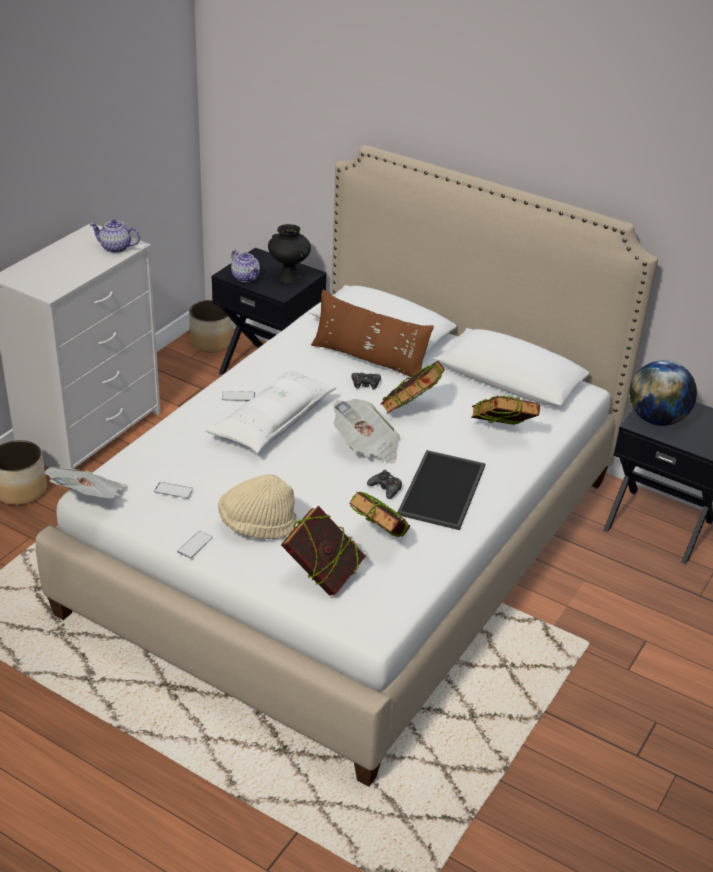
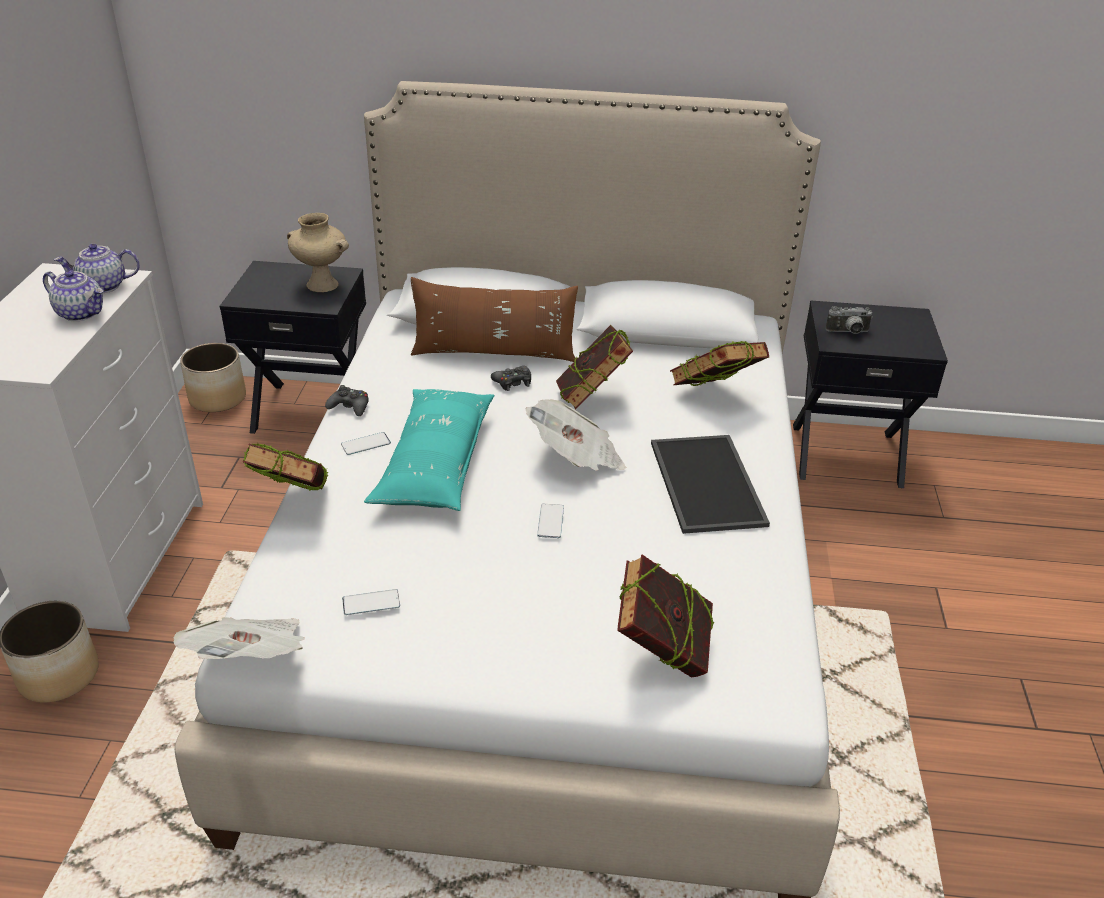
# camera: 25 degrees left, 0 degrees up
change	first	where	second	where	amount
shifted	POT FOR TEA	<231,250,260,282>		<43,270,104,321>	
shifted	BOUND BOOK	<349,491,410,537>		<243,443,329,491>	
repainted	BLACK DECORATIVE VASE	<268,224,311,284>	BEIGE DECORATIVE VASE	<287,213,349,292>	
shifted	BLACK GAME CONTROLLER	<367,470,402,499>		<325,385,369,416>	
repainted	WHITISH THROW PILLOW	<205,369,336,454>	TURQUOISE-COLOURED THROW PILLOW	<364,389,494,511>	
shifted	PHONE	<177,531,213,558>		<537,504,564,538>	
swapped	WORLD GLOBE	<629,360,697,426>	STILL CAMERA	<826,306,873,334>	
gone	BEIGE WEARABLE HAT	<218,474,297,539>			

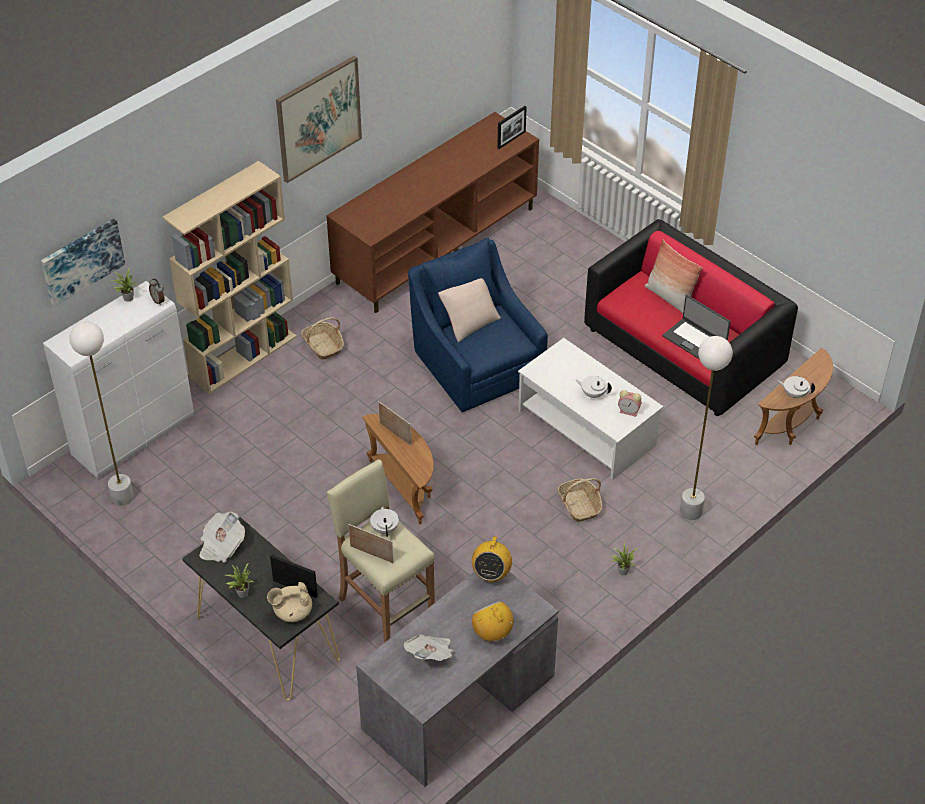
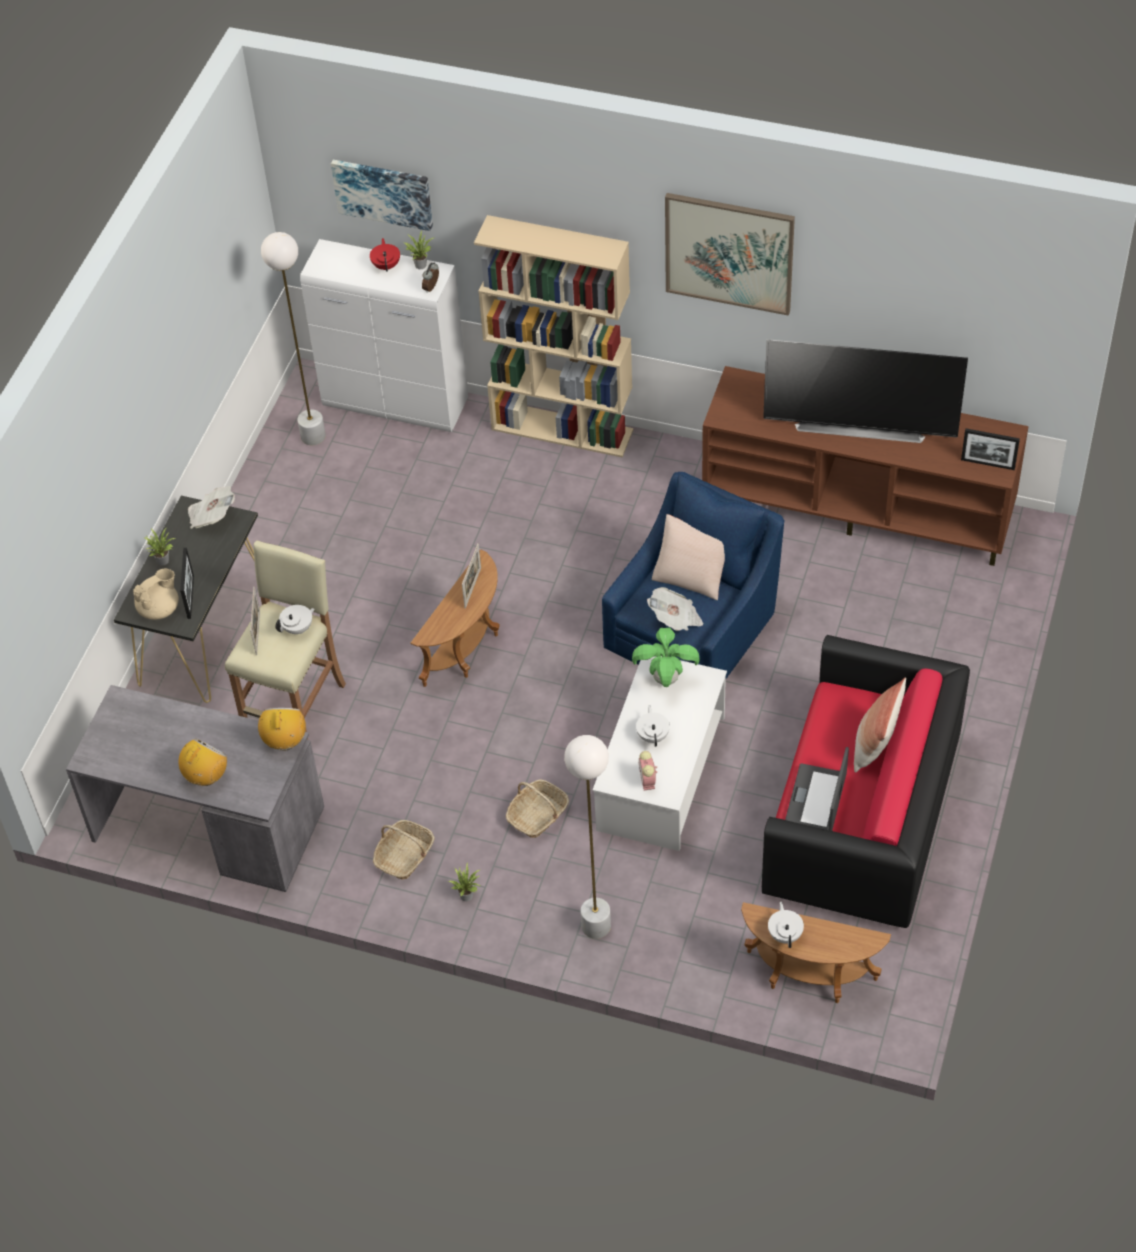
# camera: 65 degrees right, 5 degrees up
change	first	where	second	where	amount
rotated	BEIGE POT FOR TEA	<267,582,312,622>		<133,569,179,620>	90 degrees clockwise
rotated	RADIO RECEIVER	<472,536,512,582>		<258,708,306,751>	105 degrees clockwise
new			RED-COLOURED POT FOR TEA	<370,238,400,272>	
shifted	BASKET	<301,317,344,360>		<373,820,434,880>	
new			POTTED PLANT	<632,627,699,687>	
shifted	PRINTED PAPER	<404,634,453,661>		<647,587,704,631>	
new			TELEVISION	<763,339,968,443>	

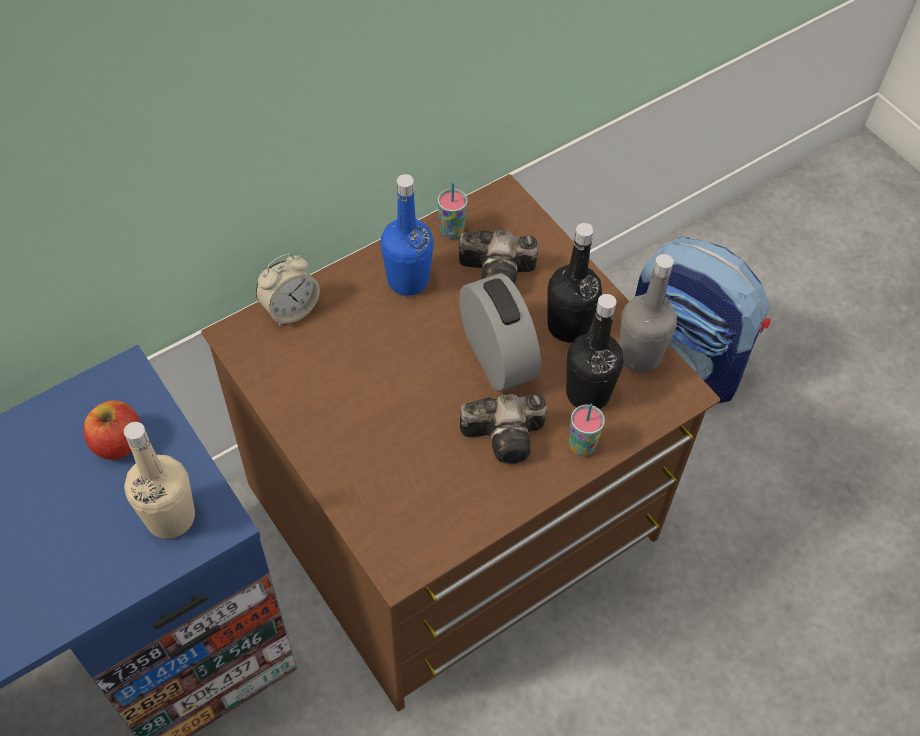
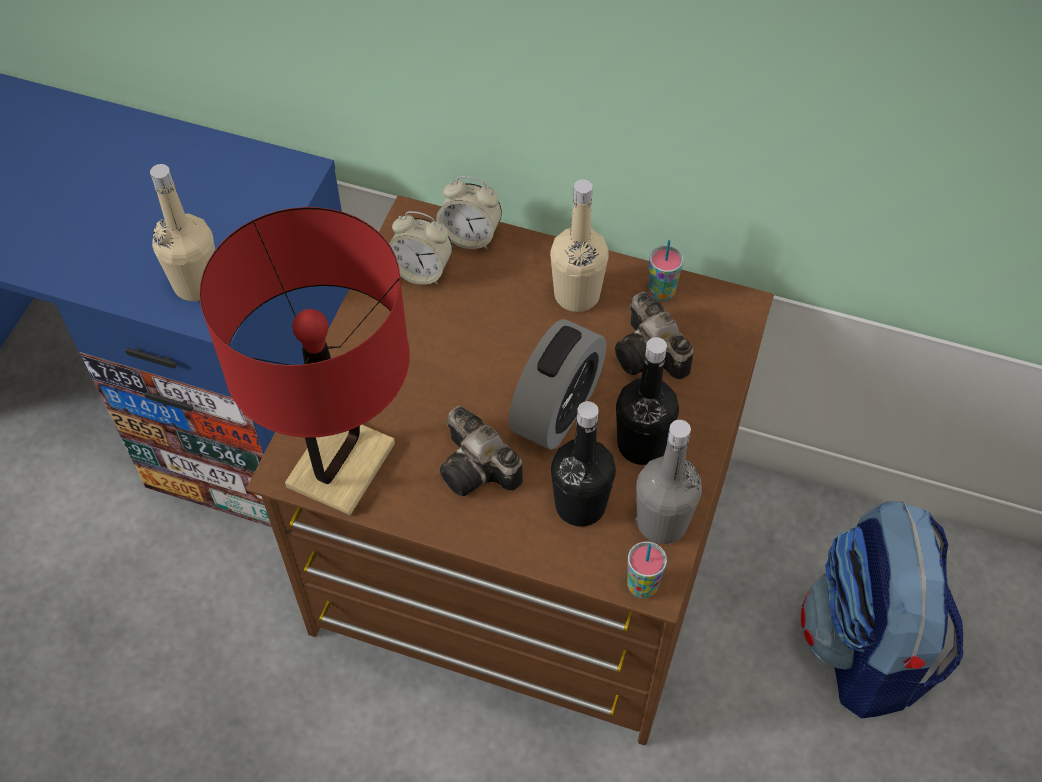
# camera: 55 degrees right, 0 degrees up
change	first	where	second	where	amount
new			RED-COLOURED LAMP FOR A TABLE	<199,207,410,516>	
new			BEDSIDE CLOCK	<389,211,452,285>	
repainted	BLUISH BEVERAGE BOTTLE	<381,174,434,296>	BEIGE BEVERAGE BOTTLE	<550,179,609,312>	
shifted	SMALL CUP	<569,403,605,456>		<627,542,667,598>	
gone	WHOLE APPLE	<84,400,141,460>			

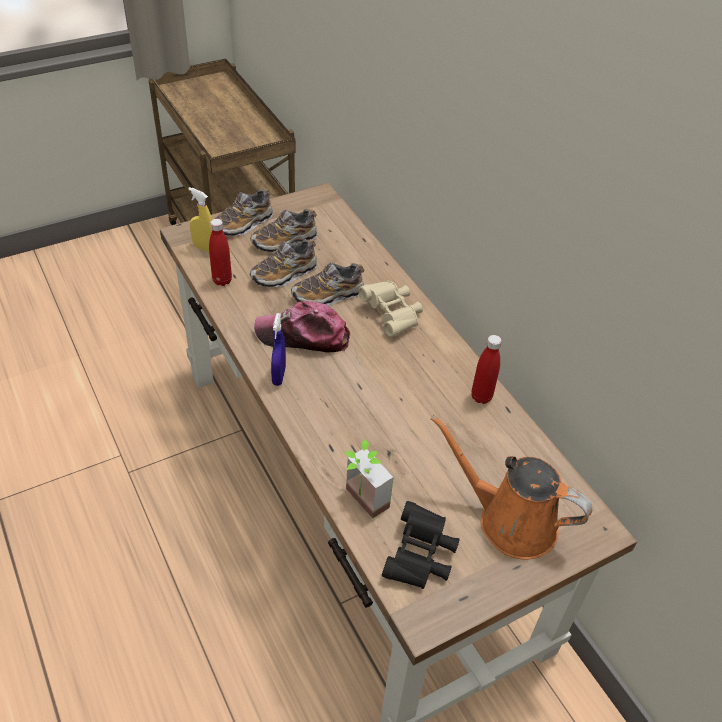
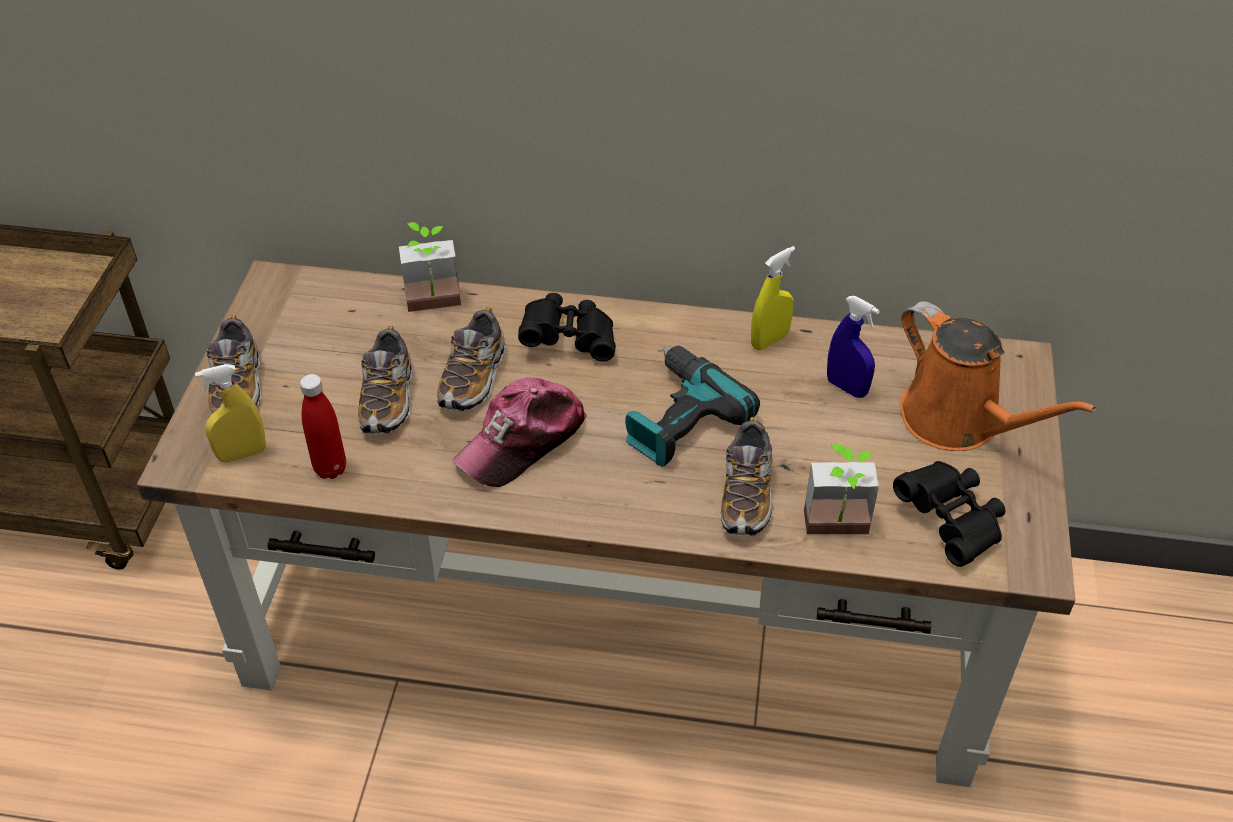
# camera: 50 degrees left, 0 degrees up
change	first	where	second	where	amount
new			POTTED PLANT	<399,222,461,312>	
repainted	BEIGE BINOCULARS	<358,280,423,337>	BLACK BINOCULARS	<518,293,616,362>	
new			ELECTRIC DRILL	<625,346,760,467>	
shifted	ITEM OF FOOTWEAR	<250,209,317,252>		<721,417,772,536>	
swapped	RED-COLOURED BEVERAGE BOTTLE	<471,335,502,404>	YELLOW SPRAYER	<751,246,795,350>	
shifted	BLUISH SPRAYER	<271,313,286,386>		<827,296,880,398>	
rotated	ORANGE WATERING CAN	<431,415,592,560>		<900,301,1096,451>	105 degrees counterclockwise

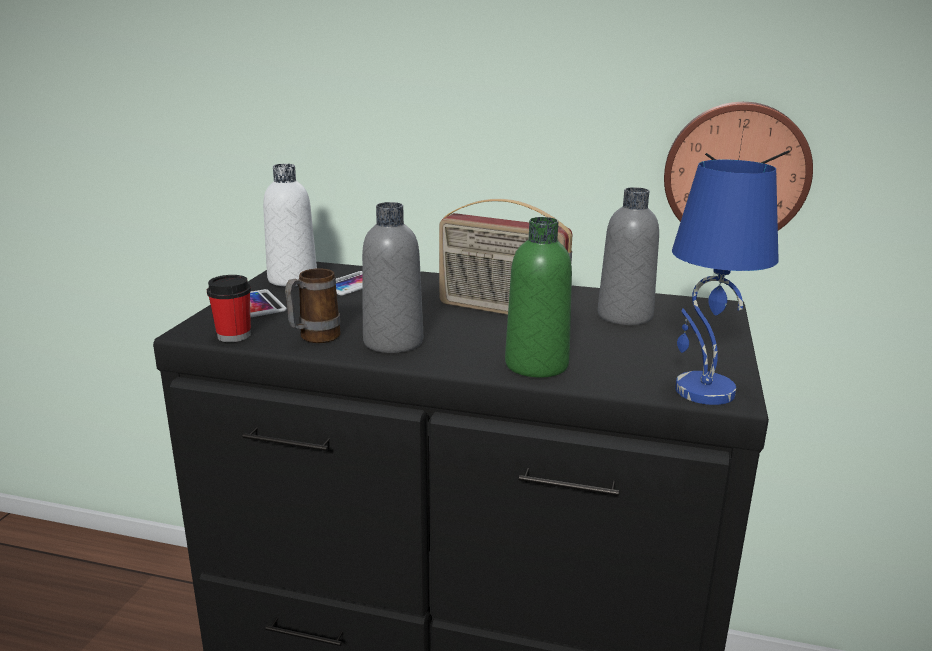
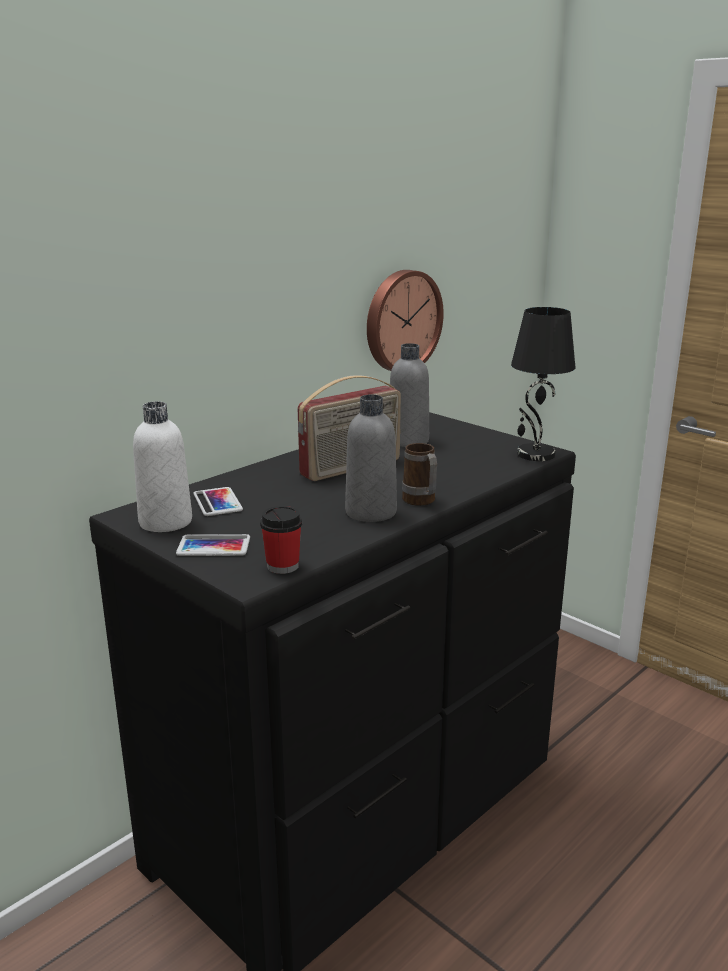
# camera: 60 degrees left, 0 degrees up
change	first	where	second	where	amount
shifted	COFFEE MUG	<285,268,341,343>		<402,443,437,506>	
repainted	BLUISH LAMP FOR A TABLE	<672,160,779,405>	BLACK LAMP FOR A TABLE	<511,307,575,461>	
gone	GREEN BEVERAGE BOTTLE	<505,217,572,378>			

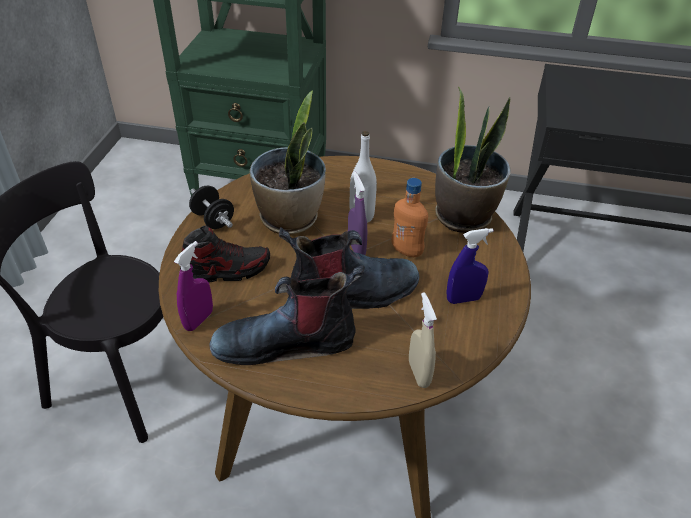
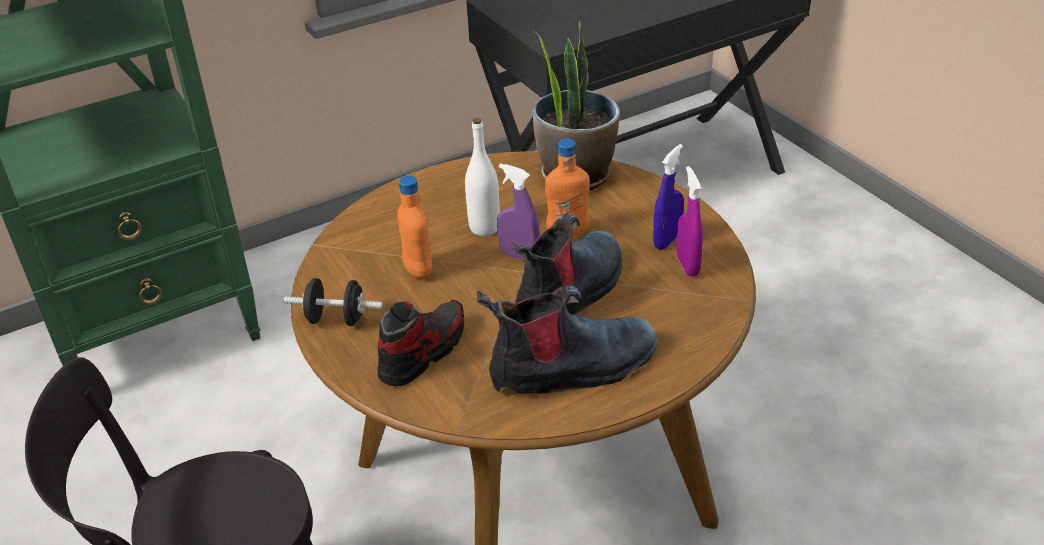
# camera: 40 degrees left, 5 degrees down
change	first	where	second	where	amount
swapped	POTTED PLANT	<250,90,326,235>	ORANGE BEVERAGE BOTTLE	<397,176,432,280>	
rotated	BOOT	<209,266,365,365>		<477,285,657,394>	150 degrees counterclockwise
shifted	PURPLE SPRAYER	<174,241,213,331>		<676,166,703,277>	
gone	BEIGE SPRAYER	<409,292,437,388>			

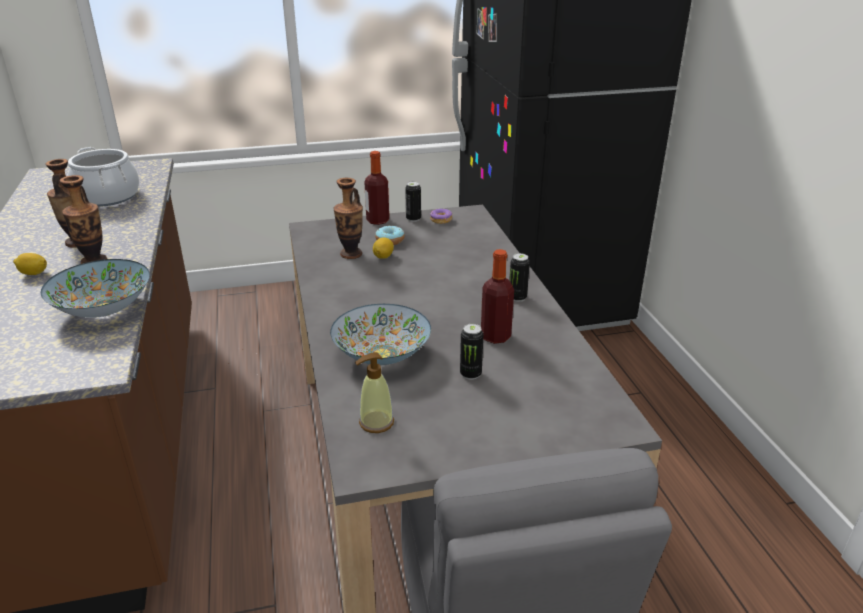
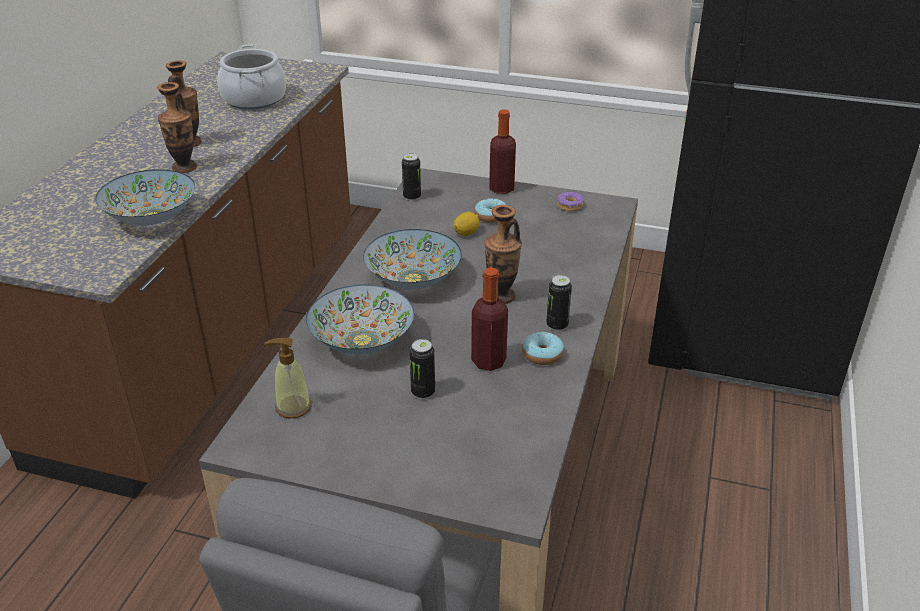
# camera: 30 degrees right, 5 degrees up
change	first	where	second	where	amount
new			DEEP DISH	<363,229,461,290>	
shifted	METAL CAN	<405,181,421,222>		<402,153,421,201>	
shifted	DECORATIVE VASE	<334,178,363,259>		<484,205,522,304>	
new			RING DOUGHNUT	<522,332,564,365>	
gone	WHOLE LEMON	<13,253,47,275>			

